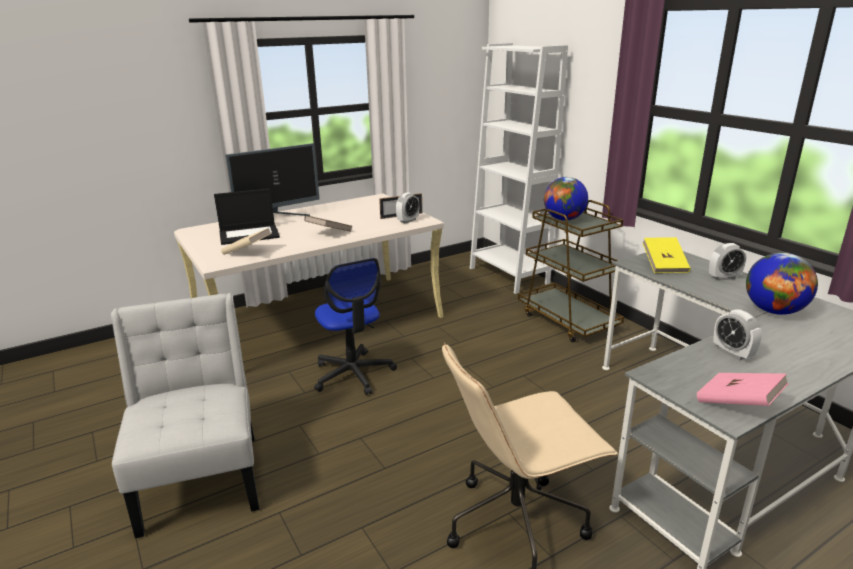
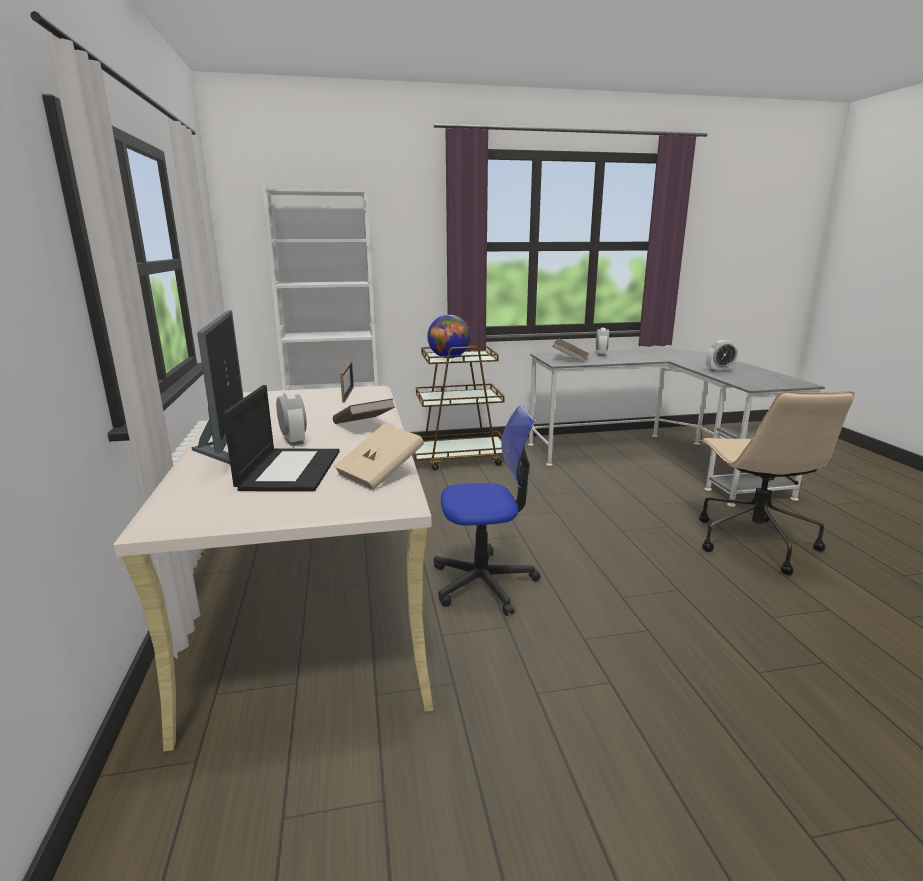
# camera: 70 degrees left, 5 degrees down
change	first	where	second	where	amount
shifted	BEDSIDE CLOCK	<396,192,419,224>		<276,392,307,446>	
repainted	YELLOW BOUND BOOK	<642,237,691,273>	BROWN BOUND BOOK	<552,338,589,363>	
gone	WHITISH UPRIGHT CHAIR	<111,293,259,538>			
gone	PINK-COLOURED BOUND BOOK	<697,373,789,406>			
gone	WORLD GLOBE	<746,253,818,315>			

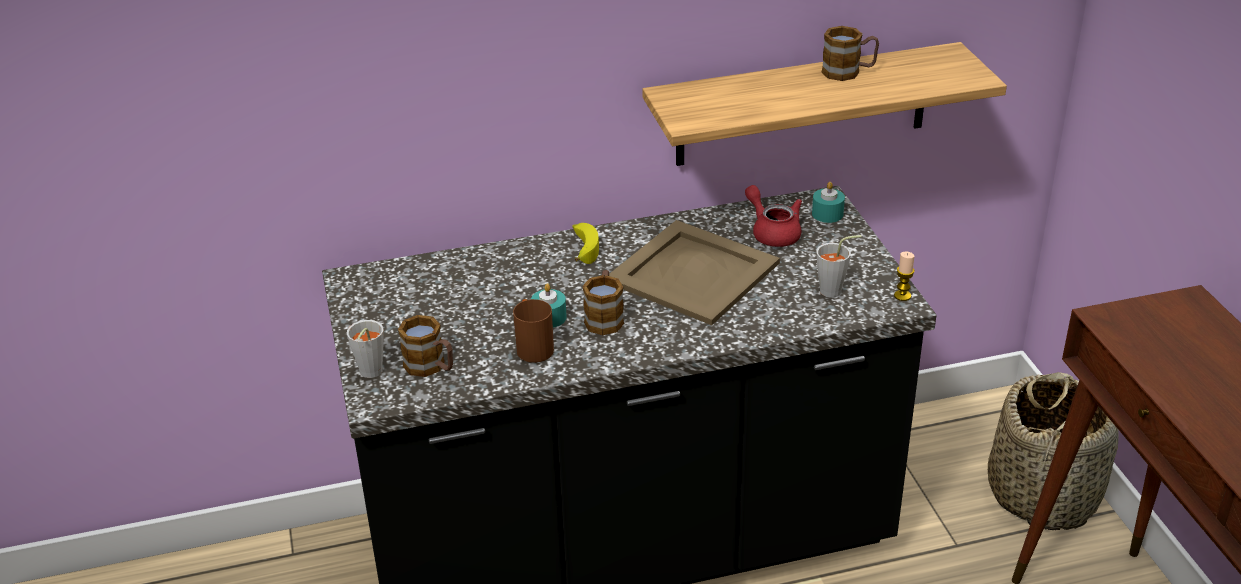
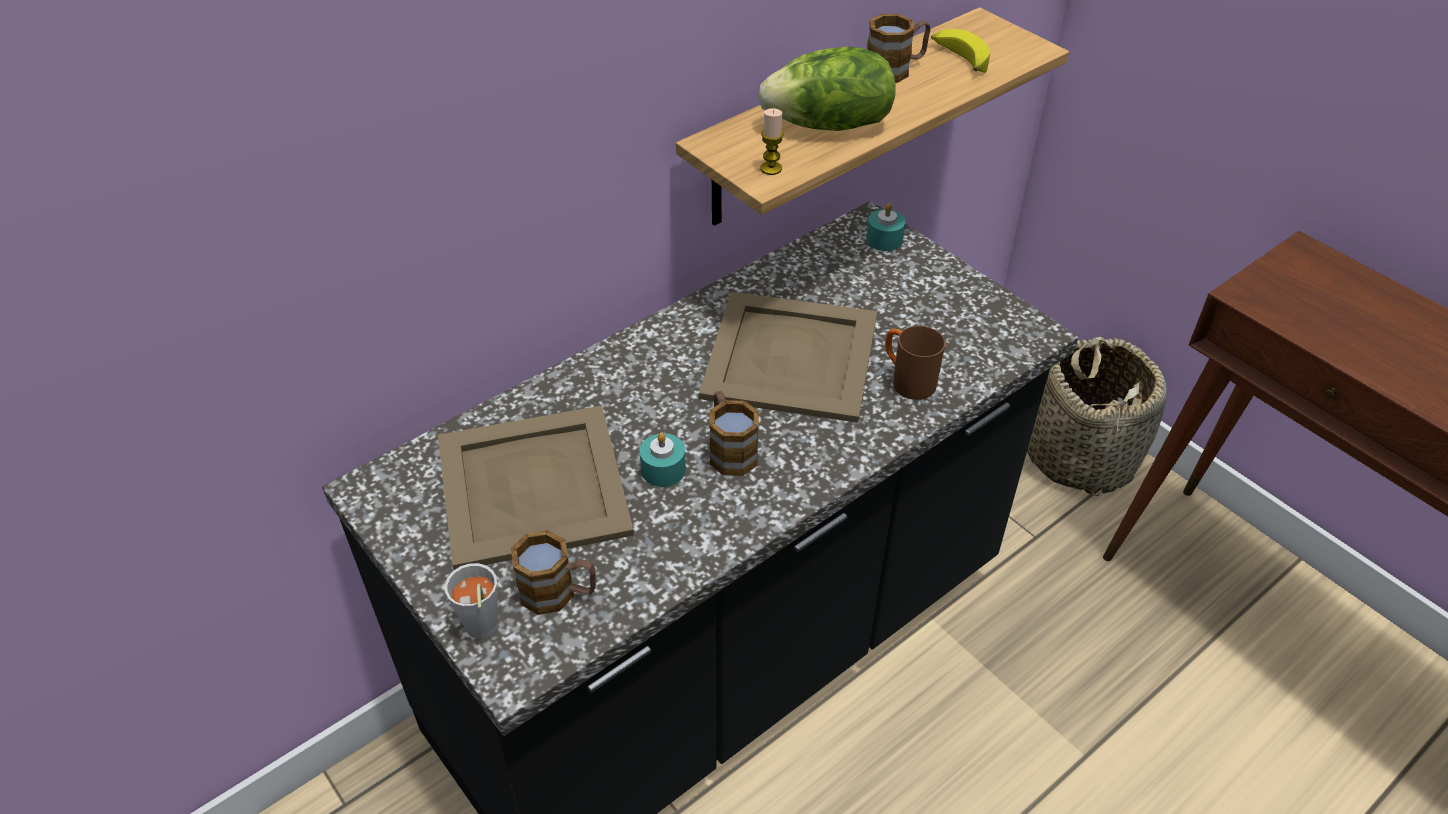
# camera: 25 degrees left, 10 degrees up
change	first	where	second	where	amount
new			BEIGE CARRYING TRAY	<438,405,634,570>	
new			HEAD OF LETTUCE	<758,47,896,131>	
shifted	CANDLE	<894,251,915,301>		<761,108,784,175>	
shifted	BROWN COFFEE MUG	<513,299,554,363>		<885,326,945,400>	
shifted	WHOLE BANANA	<572,223,599,264>		<931,29,990,73>	
gone	RED-COLOURED POT FOR TEA	<745,185,802,247>			
gone	GREY SMALL CUP	<817,235,861,298>			

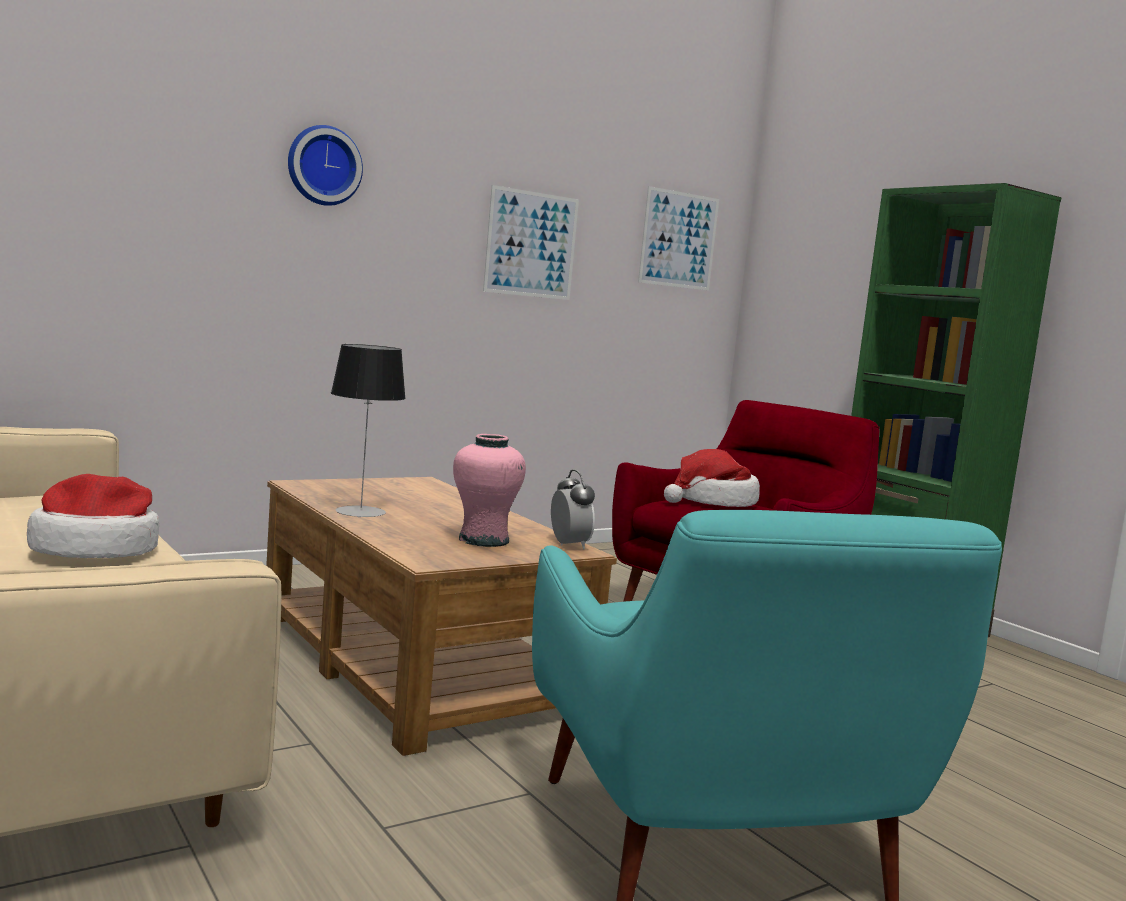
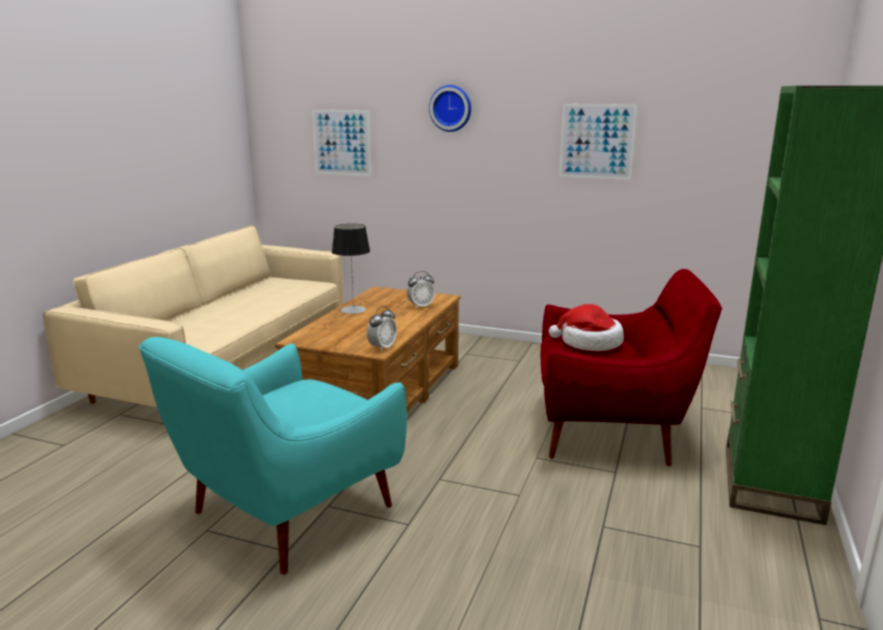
# camera: 55 degrees right, 10 degrees up
change	first	where	second	where	amount
shifted	WALL PICTURE	<638,186,719,291>		<312,110,371,176>	
new			BEDSIDE CLOCK	<407,271,435,308>	
gone	WEARABLE HAT	<27,474,159,558>			
gone	PINK-COLOURED DECORATIVE VASE	<453,434,526,547>			

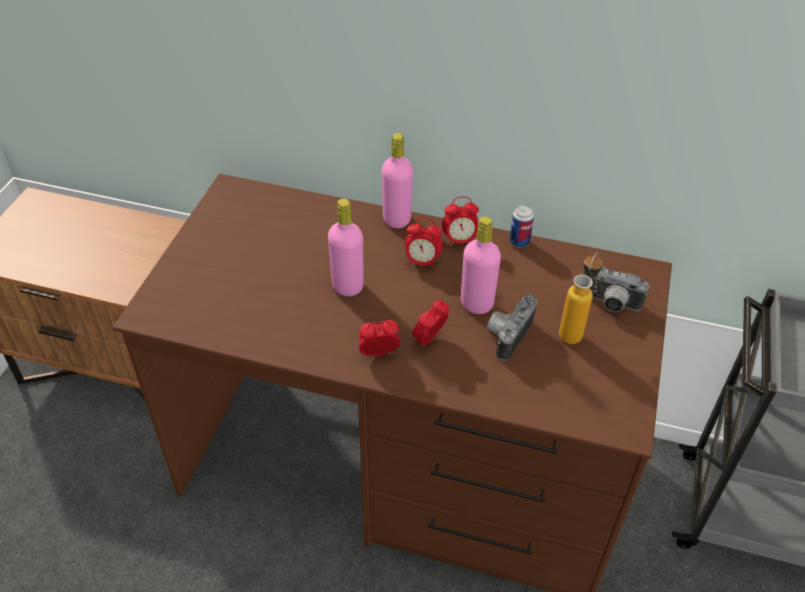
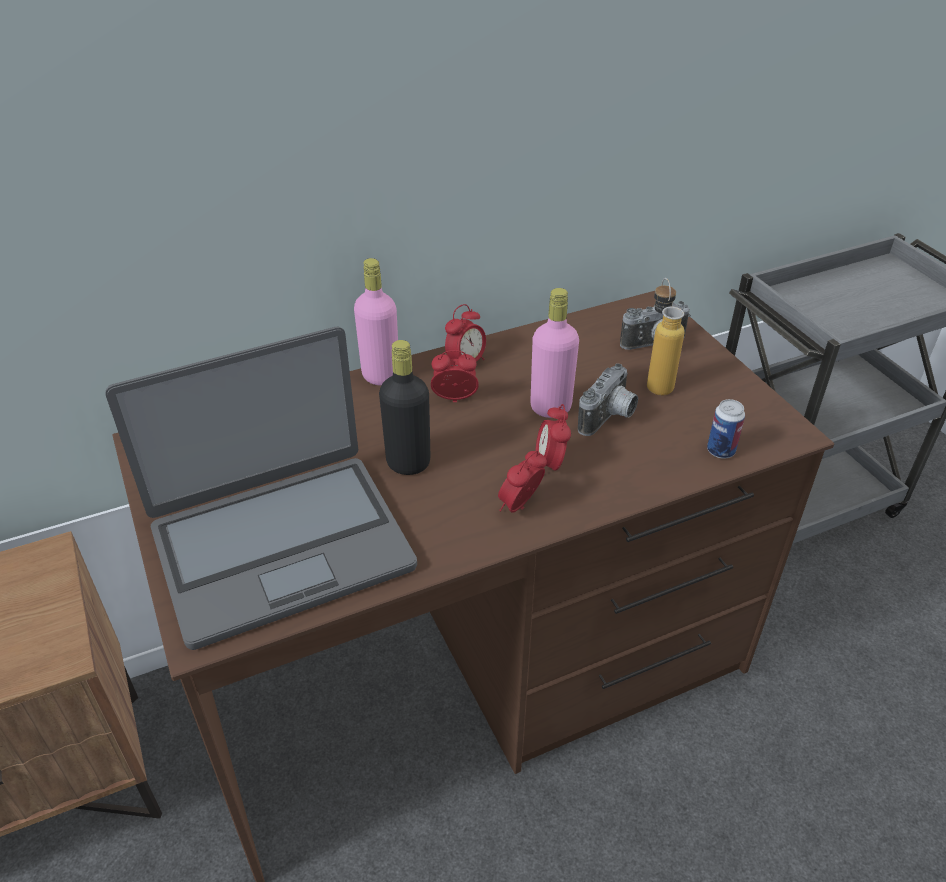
# camera: 40 degrees left, 5 degrees down
change	first	where	second	where	amount
new			PORTABLE COMPUTER	<105,327,417,650>	
repainted	PINK-COLOURED BEVERAGE BOTTLE	<328,199,364,296>	BLACK BEVERAGE BOTTLE	<379,340,431,475>	
rotated	BEDSIDE CLOCK	<405,218,442,270>		<431,350,479,402>	150 degrees counterclockwise
rotated	STILL CAMERA	<487,294,537,361>		<578,363,638,436>	135 degrees counterclockwise
shifted	METAL CAN	<509,205,534,248>		<707,399,745,459>	

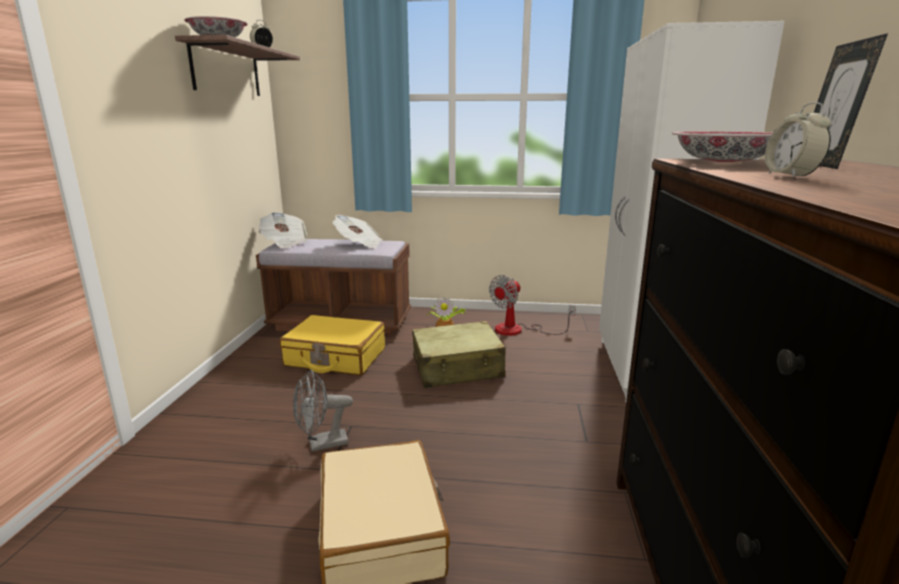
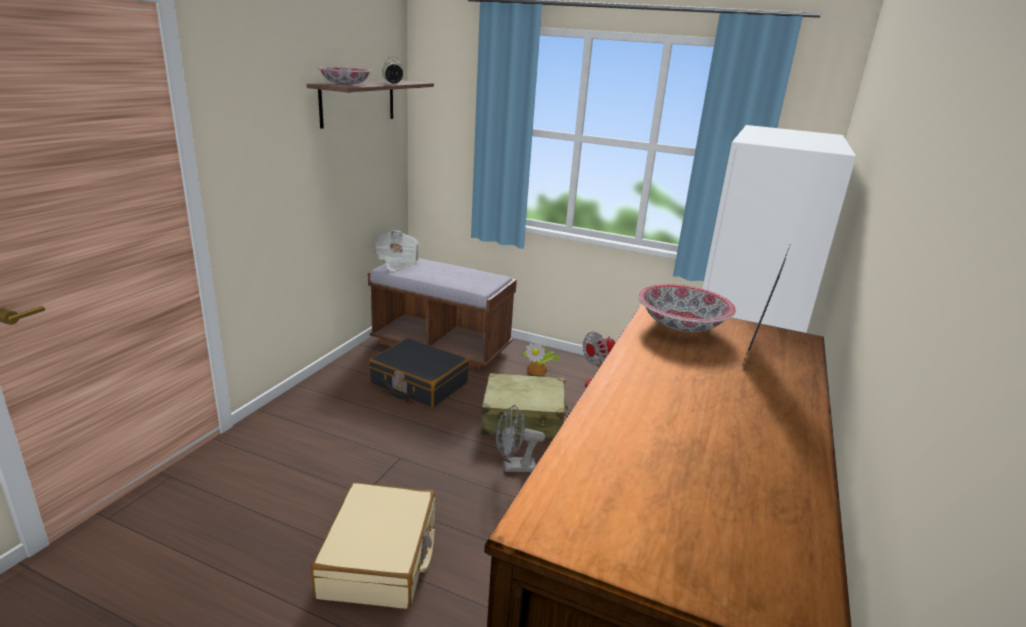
# camera: 15 degrees right, 5 degrees up
change	first	where	second	where	amount
repainted	YELLOW PIECE OF LUGGAGE	<280,315,385,375>	BLACK PIECE OF LUGGAGE	<369,338,469,408>	
shifted	GREY ELECTRIC FAN	<293,369,353,452>		<496,405,545,472>	
gone	PRINTED PAPER	<333,215,383,249>			
gone	BEDSIDE CLOCK	<765,102,831,177>			

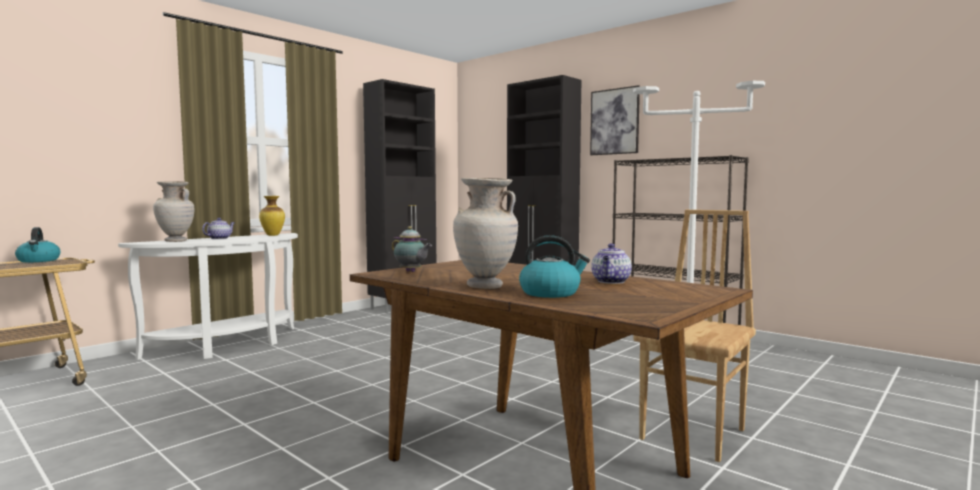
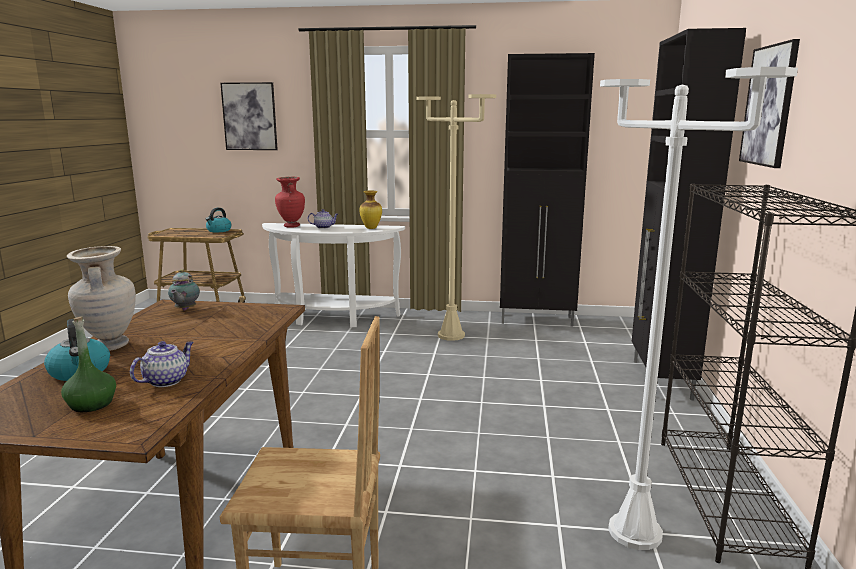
# camera: 55 degrees right, 10 degrees up
change	first	where	second	where	amount
new			GREEN BEVERAGE BOTTLE	<61,317,116,412>	
rotated	POT FOR TEA	<591,243,632,284>		<130,341,194,387>	135 degrees clockwise
new			WALL PICTURE	<220,82,278,150>	
repainted	BEIGE DECORATIVE VASE	<153,181,194,242>	RED-COLOURED DECORATIVE VASE	<275,177,305,228>	
new			BEIGE STANDARD LAMP	<416,94,496,341>	

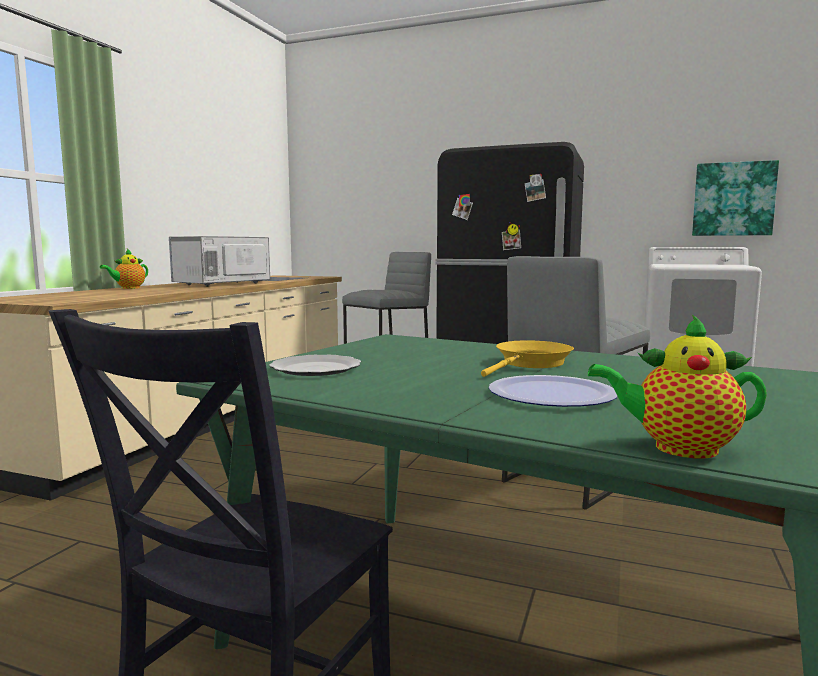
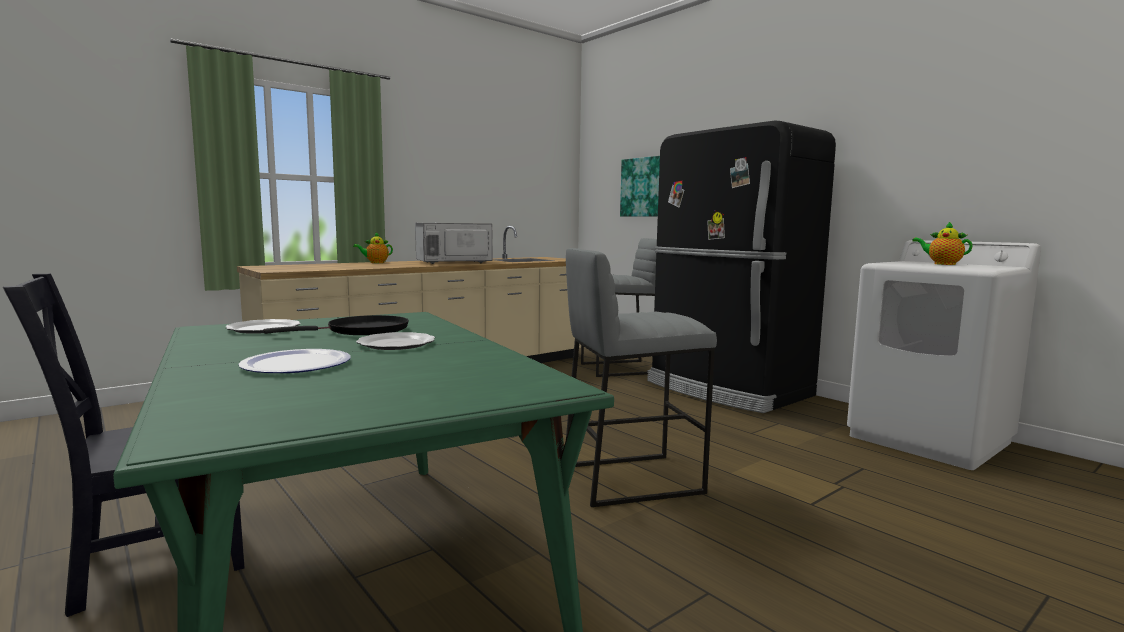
# camera: 30 degrees right, 0 degrees up
change	first	where	second	where	amount
new			BLACK SKILLET	<263,315,409,335>	
swapped	YELLOW SKILLET	<481,340,574,377>	DINNER PLATE	<356,332,435,350>	
shifted	WALL PICTURE	<692,160,779,236>		<620,156,660,217>	
shifted	POT FOR TEA	<588,315,767,459>		<912,222,972,265>	

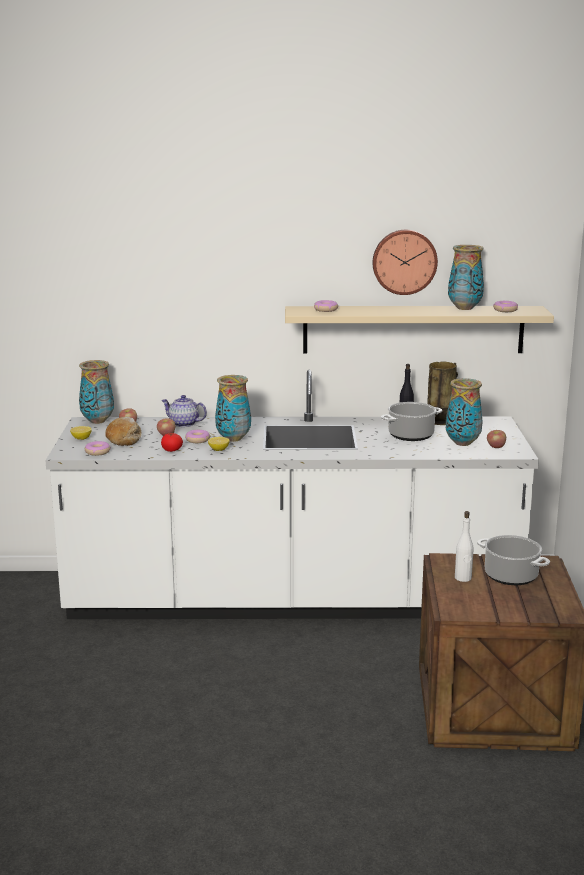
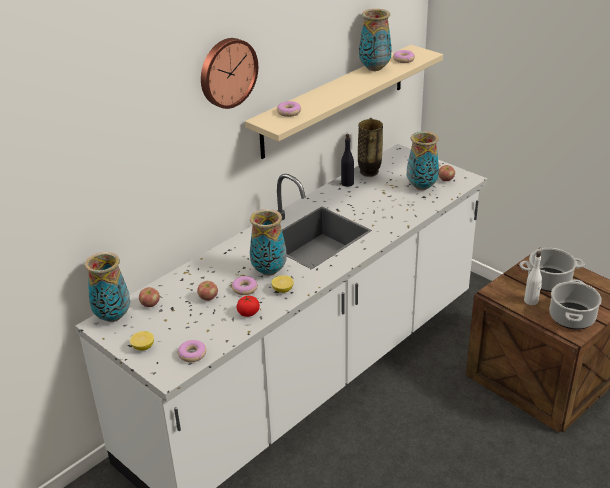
# camera: 45 degrees left, 15 degrees up
change	first	where	second	where	amount
shifted	WALL CLOCK	<373,230,438,295>		<201,38,258,109>	
shifted	COOKING POT	<381,402,442,441>		<550,279,602,329>	
gone	BAKED BREAD	<105,417,141,446>			
gone	POT FOR TEA	<161,395,207,427>			

